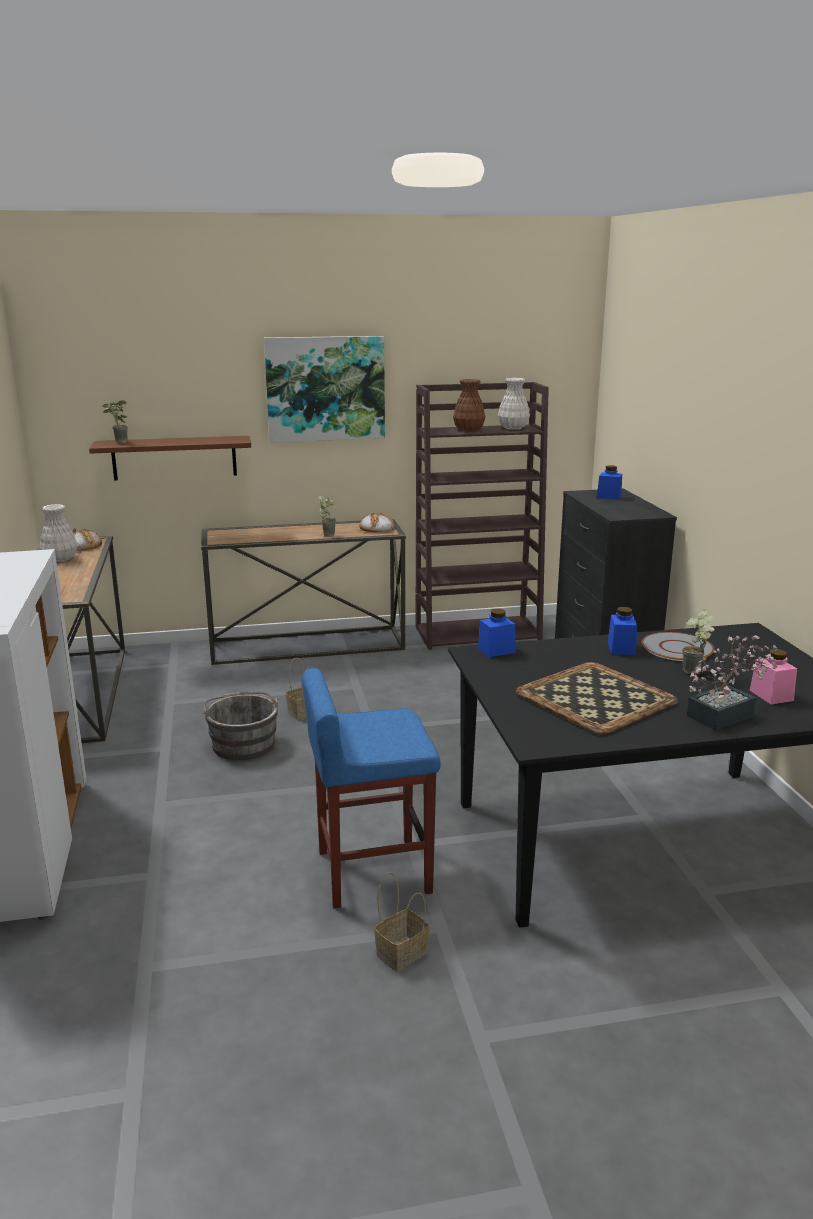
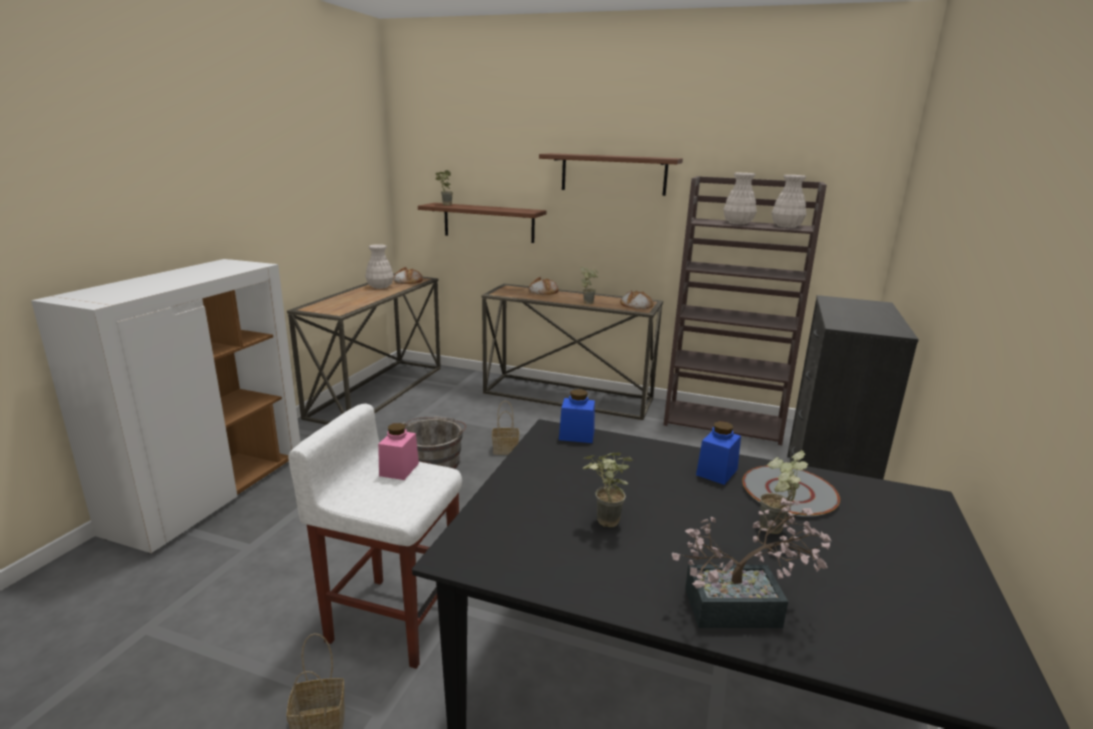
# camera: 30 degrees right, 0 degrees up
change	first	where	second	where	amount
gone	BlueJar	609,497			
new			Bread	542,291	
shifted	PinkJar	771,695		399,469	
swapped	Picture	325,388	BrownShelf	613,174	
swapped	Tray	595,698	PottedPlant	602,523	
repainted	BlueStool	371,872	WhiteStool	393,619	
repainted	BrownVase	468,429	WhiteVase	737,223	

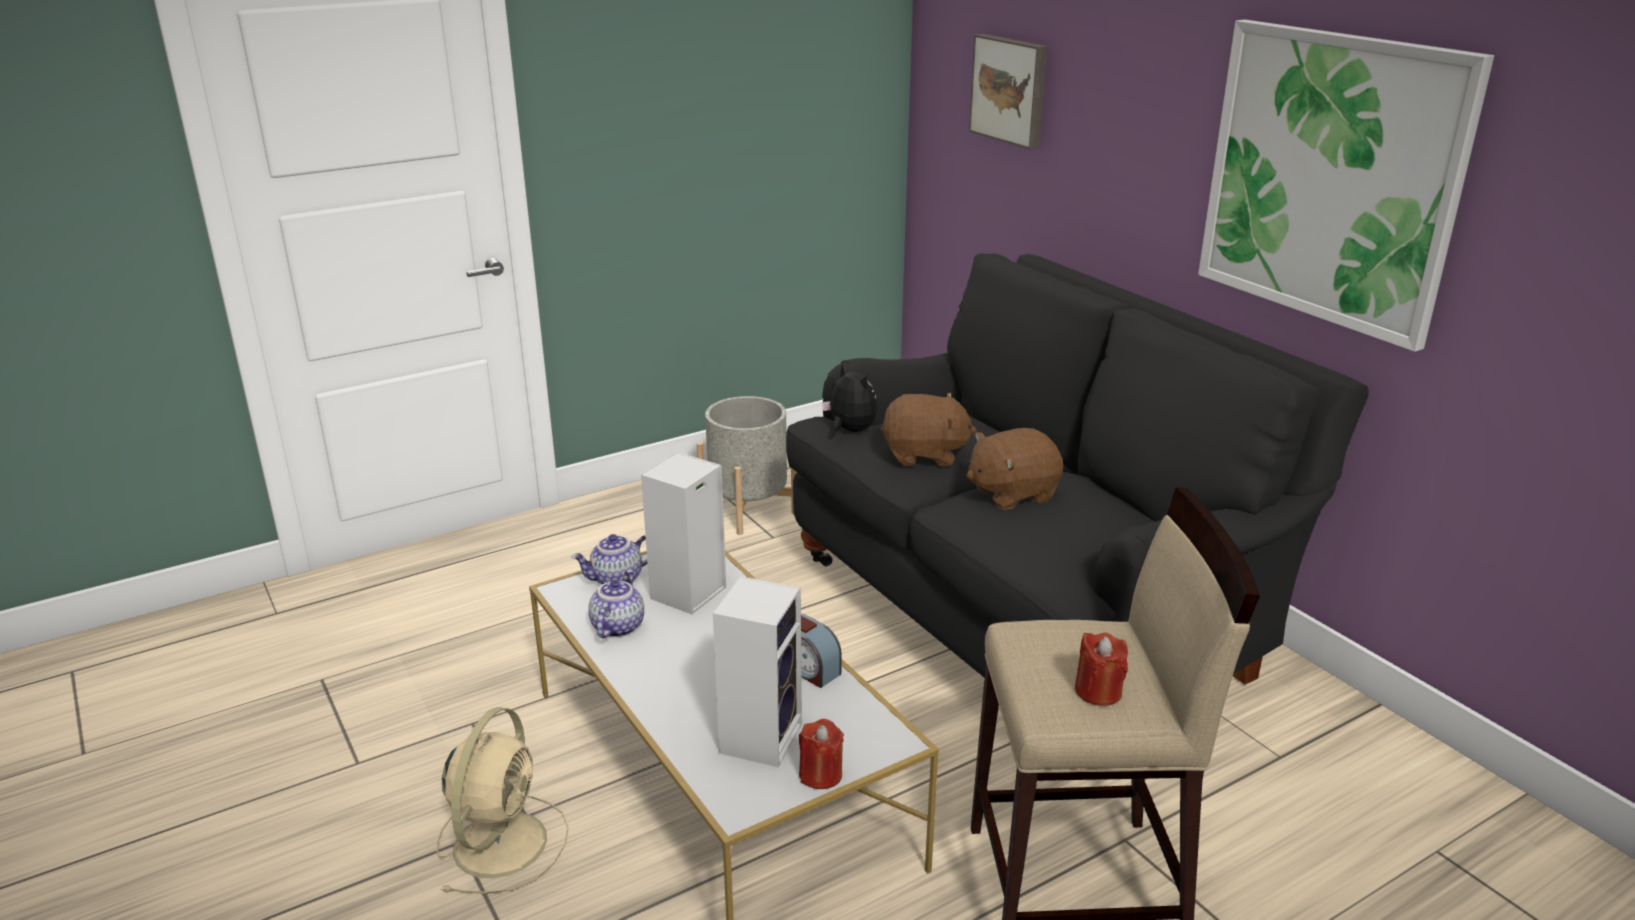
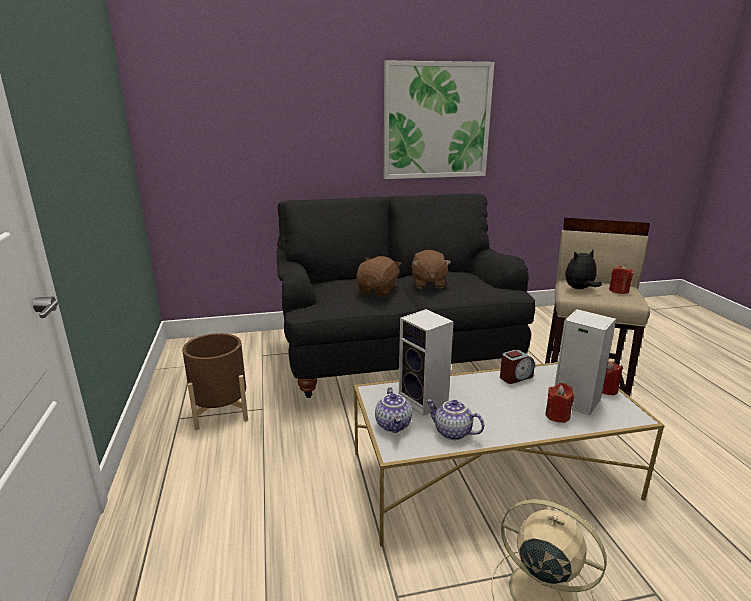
# camera: 70 degrees left, 5 degrees down
change	first	where	second	where	amount
gone	Picture	1011,90			
new			RedCandle	557,415	
shifted	PlushToy	850,430		579,289	
repainted	GreyPlanter	748,510	BrownPlanter	221,411	

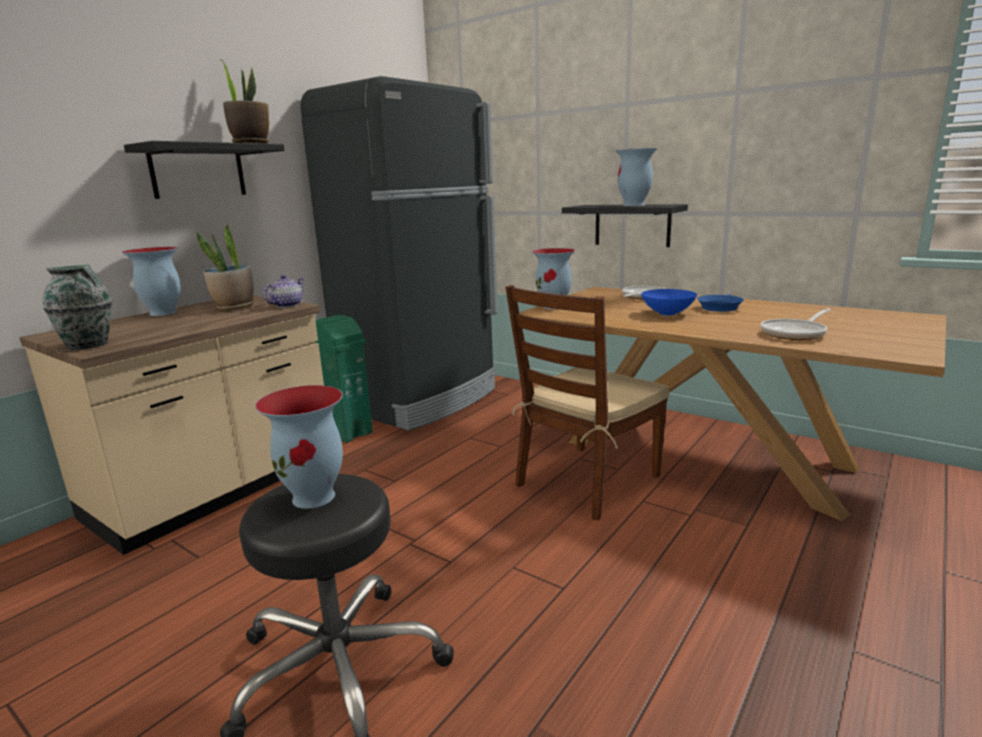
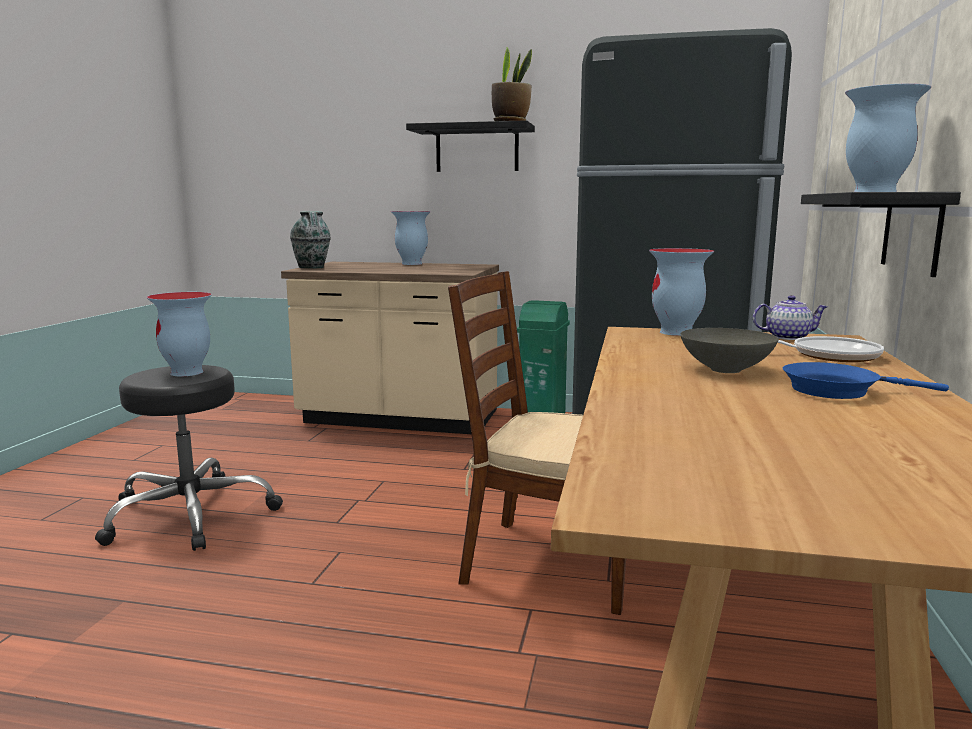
# camera: 65 degrees right, 5 degrees down
change	first	where	second	where	amount
gone	PottedPlant	234,307			
gone	FryingPan	795,333			
shifted	Teapot	286,305		787,337	
repainted	BlueBowl	668,313	GreyBowl	727,370	

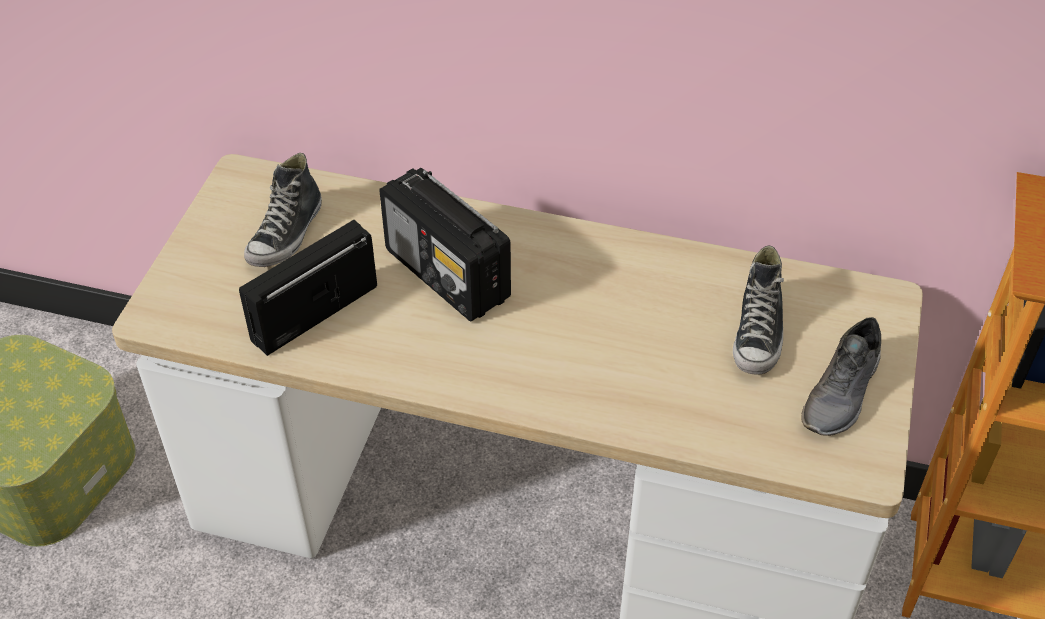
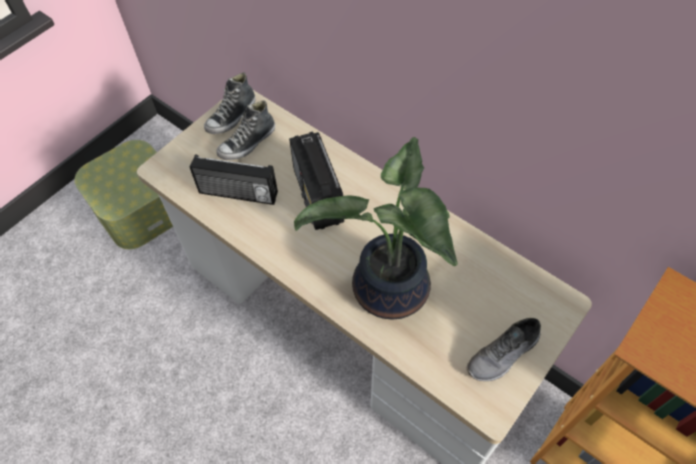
# camera: 25 degrees right, 10 degrees up
change	first	where	second	where	amount
new			PottedPlant	388,292	
shifted	Shoe	758,334		232,116	
rotated	Radio	313,312		238,194	150 degrees counterclockwise

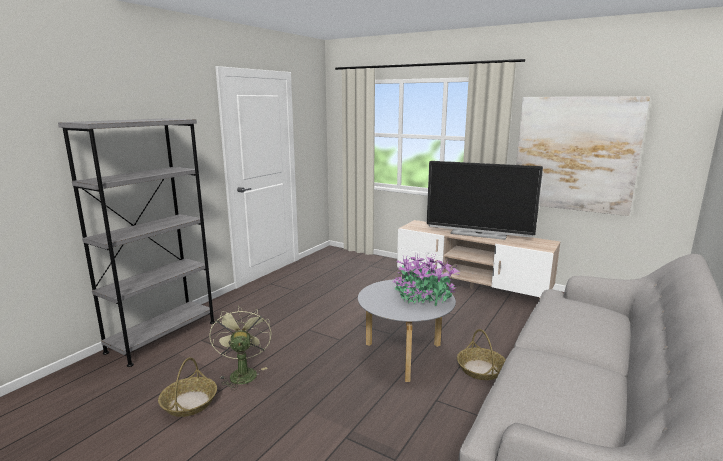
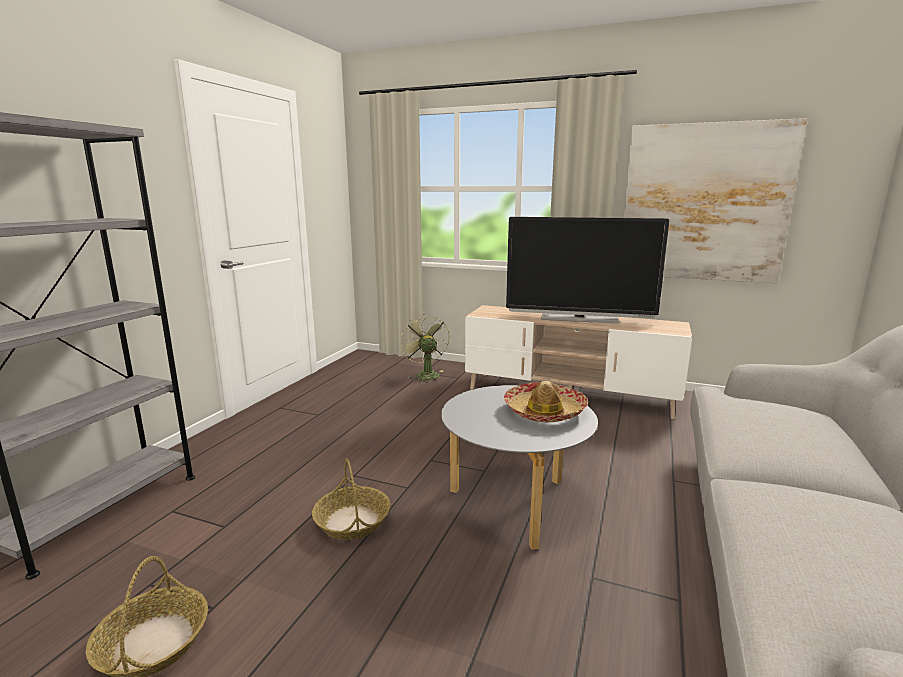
# camera: 10 degrees left, 0 degrees up
change	first	where	second	where	amount
shifted	GreenFan	242,373		425,374	
shifted	Basket	481,369		352,521	
swapped	PottedPlant	423,297	Hat	544,411	

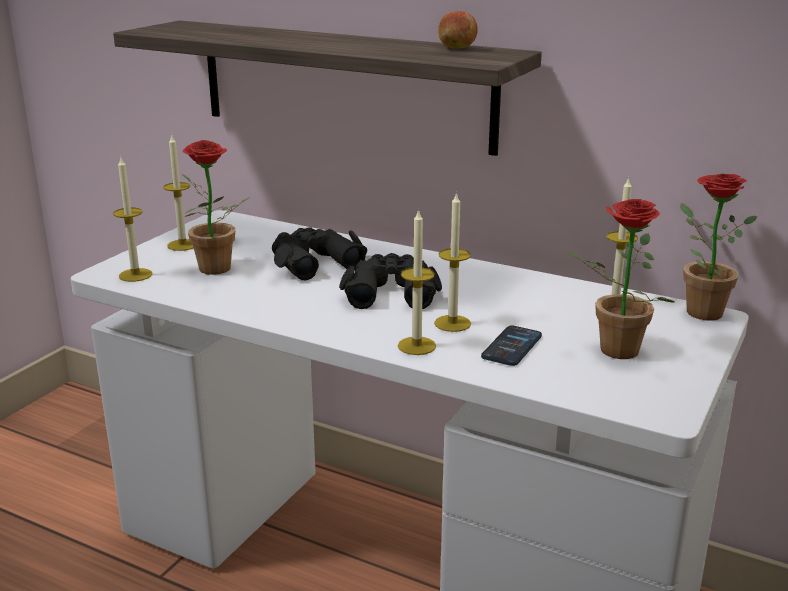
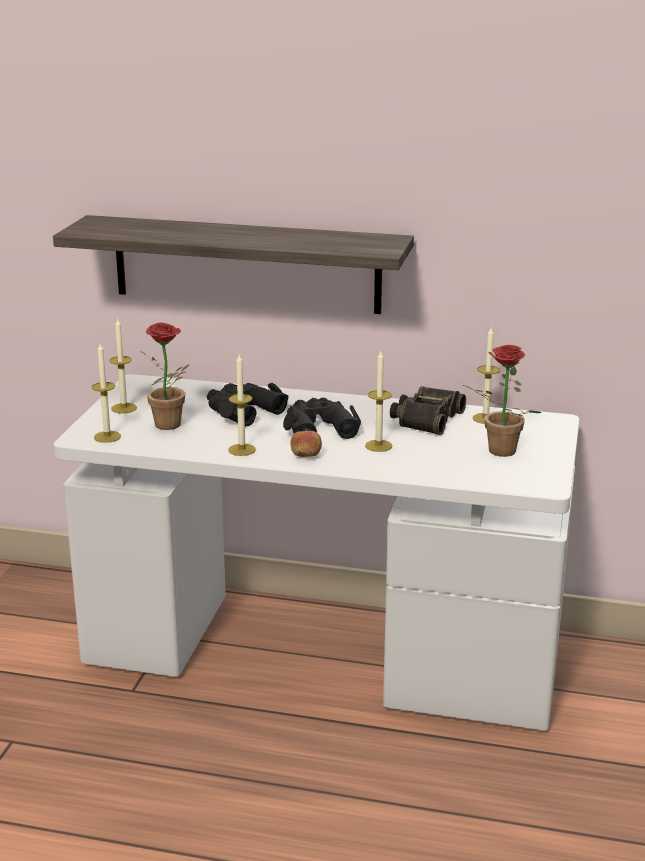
# camera: 15 degrees left, 0 degrees up
change	first	where	second	where	amount
gone	Phone	512,347			
gone	PottedPlant	697,310			
new			Binoculars	426,418	
shifted	Candle	416,346		242,450	
shifted	Apple	457,48		306,457	

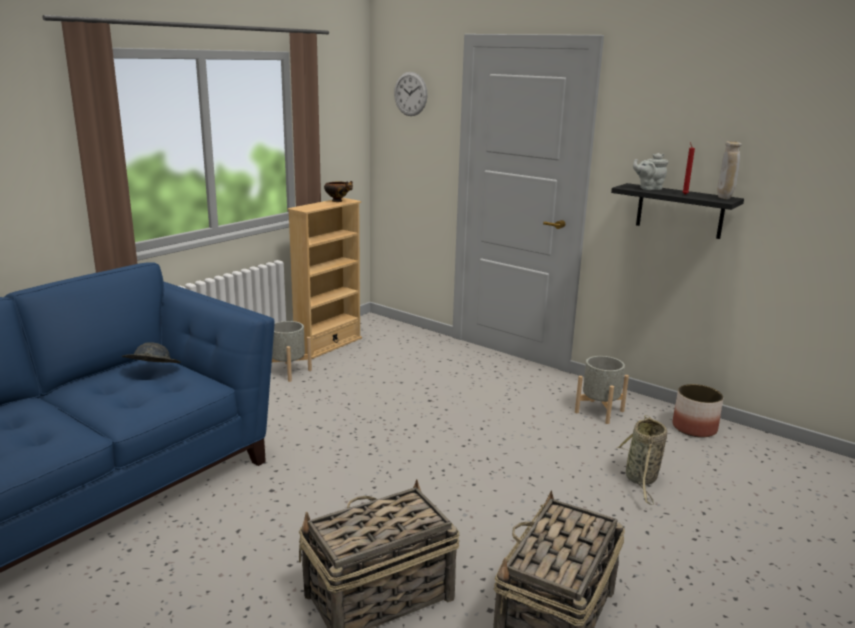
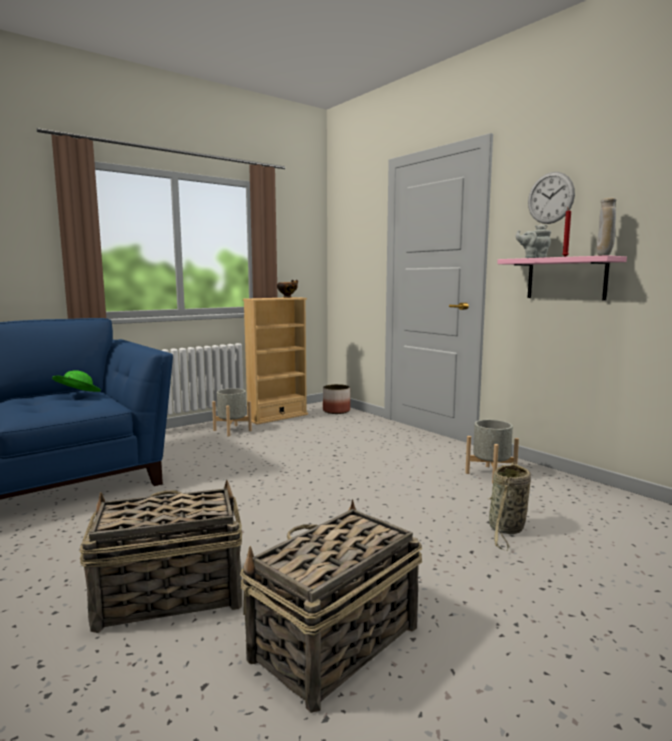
# camera: 15 degrees right, 10 degrees down
change	first	where	second	where	amount
shifted	WallClock	410,94		550,198	
shifted	Planter	694,428		336,411	
repainted	GreyHat	152,371	GreenHat	77,395	
repainted	BlackShelf	679,211	PinkShelf	566,278	

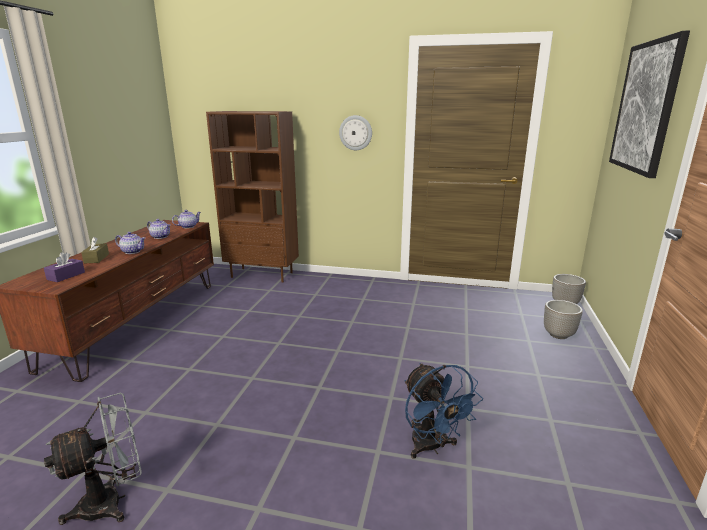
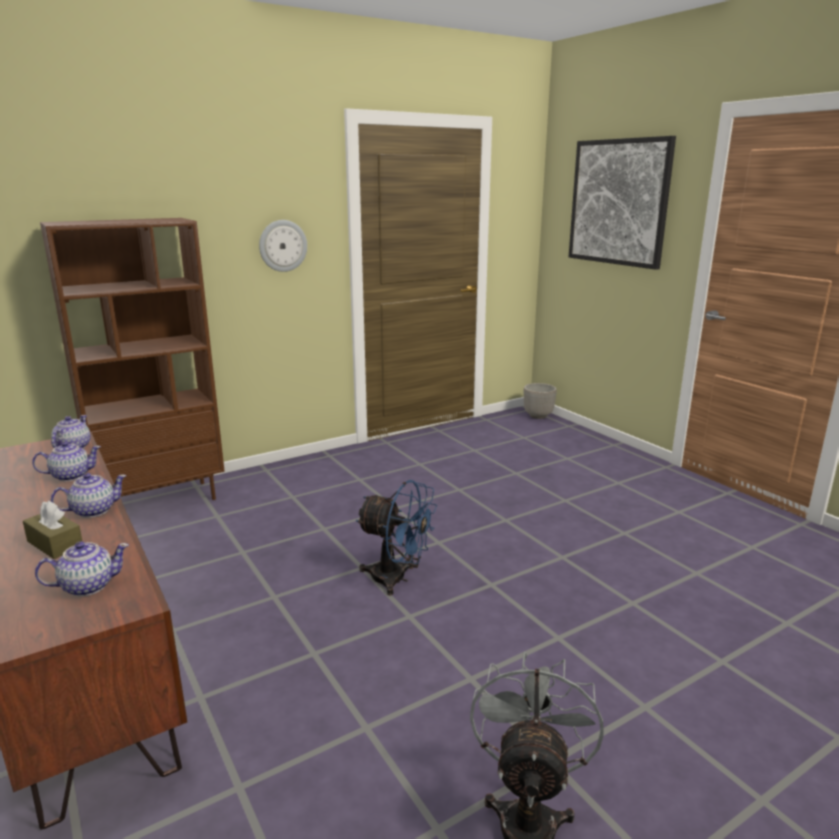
# camera: 45 degrees left, 0 degrees up
change	first	where	second	where	amount
gone	Planter	559,335			
shifted	BlueFan	432,447		397,579	
swapped	PurpleTissueBox	66,276	Teapot	87,586	

